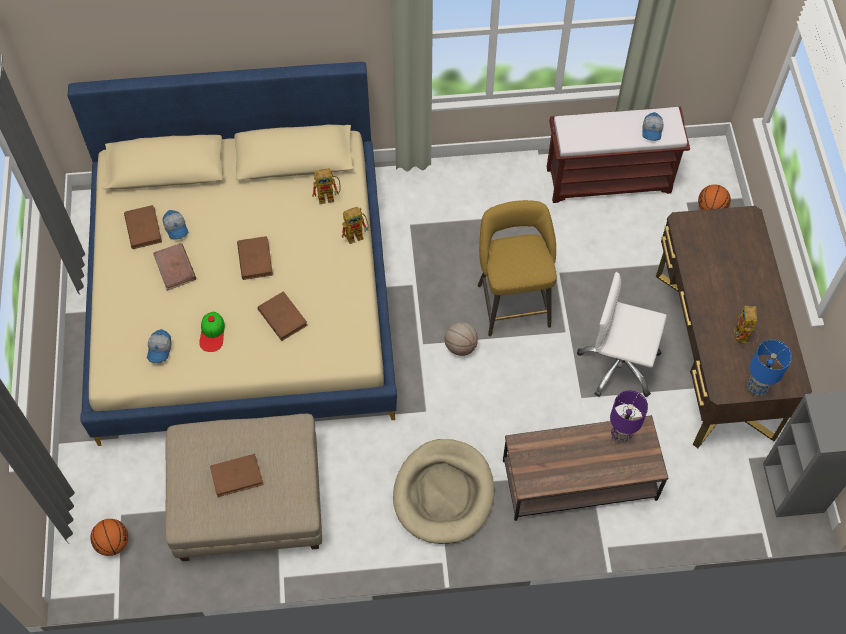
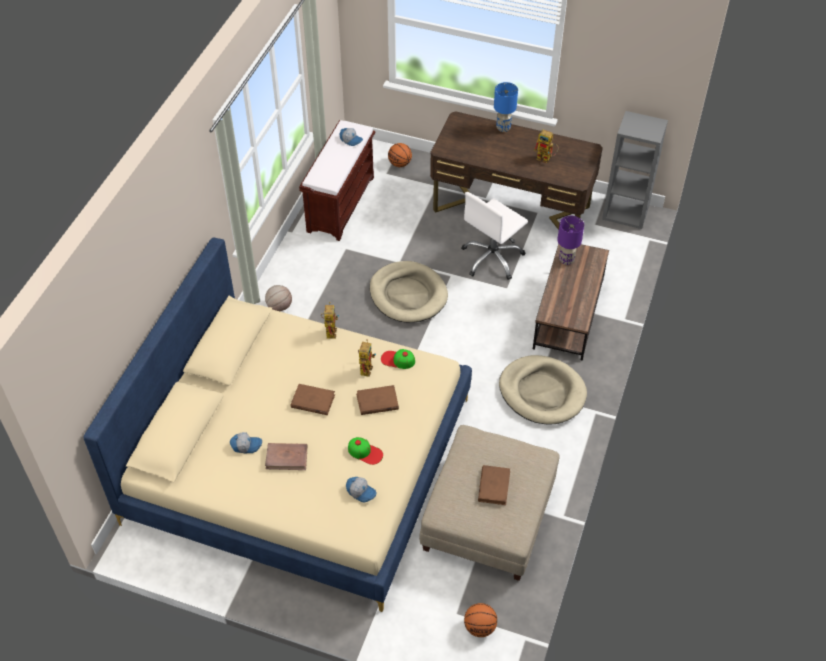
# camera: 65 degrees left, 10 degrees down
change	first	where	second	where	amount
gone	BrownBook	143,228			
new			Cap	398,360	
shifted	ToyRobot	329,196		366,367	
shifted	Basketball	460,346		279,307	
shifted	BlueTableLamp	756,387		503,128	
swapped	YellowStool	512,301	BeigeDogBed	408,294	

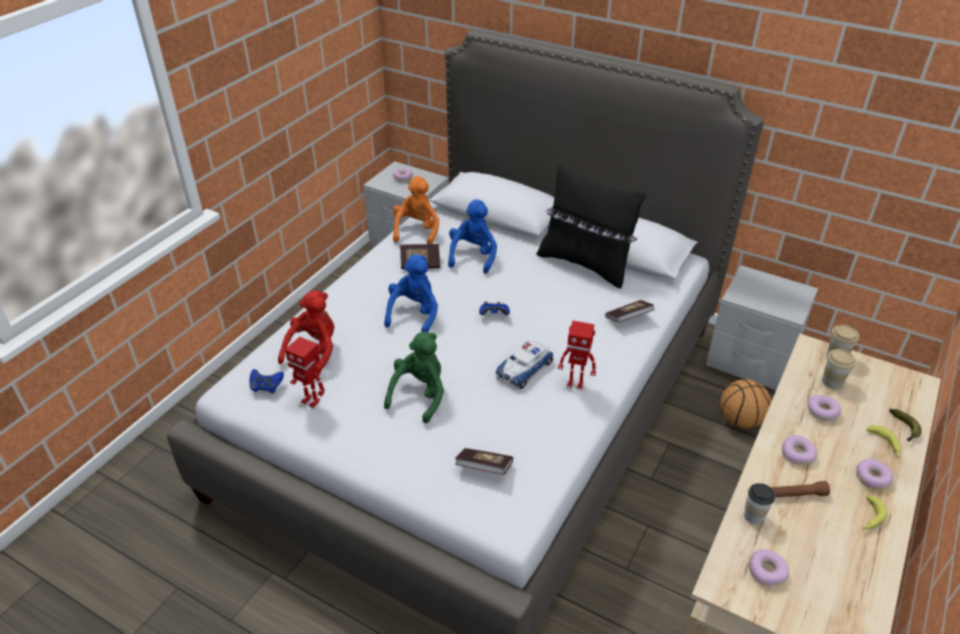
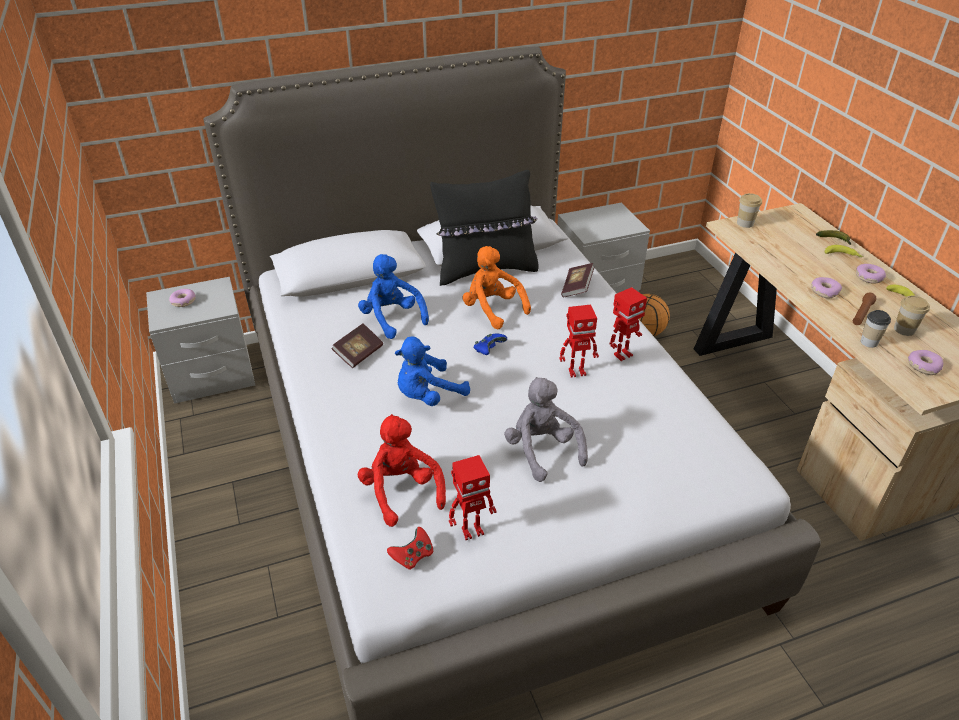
# camera: 50 degrees left, 0 degrees up
change	first	where	second	where	amount
gone	Book	484,468			
gone	Donut	822,412			
shifted	OrangePlushToy	417,231		492,309	
shifted	Cup	832,382		904,329	
swapped	ToyCar	524,369	ToyRobot	576,371	
repainted	BlueGameController	266,387	RedGameController	412,556	
repainted	GreenPlushToy	419,395	GreyPlushToy	542,450	
rotated	BluePlushToy	414,314		428,395	90 degrees counterclockwise

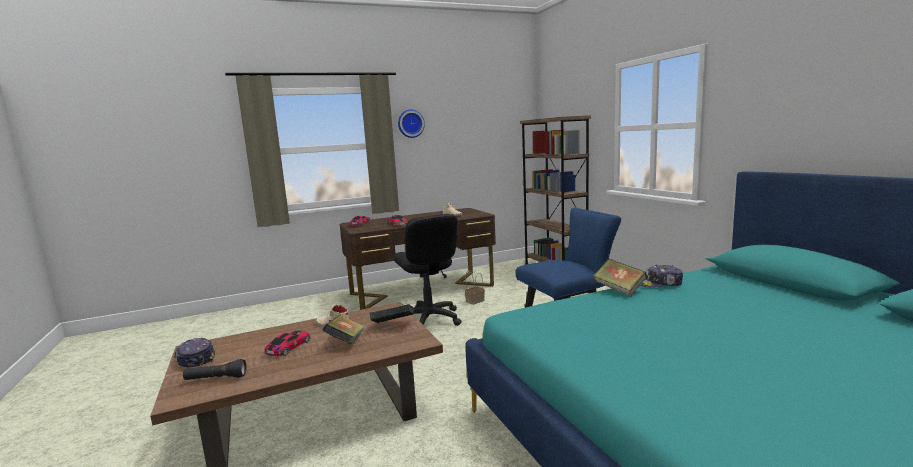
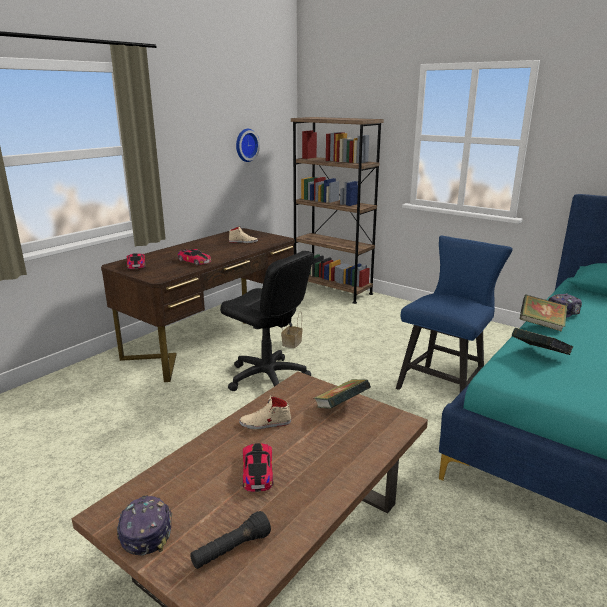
# camera: 30 degrees left, 10 degrees up
change	first	where	second	where	amount
shifted	Book	346,342		539,355	
shifted	WallClock	410,123		245,145	
rotated	Cap	195,359		146,530	60 degrees clockwise

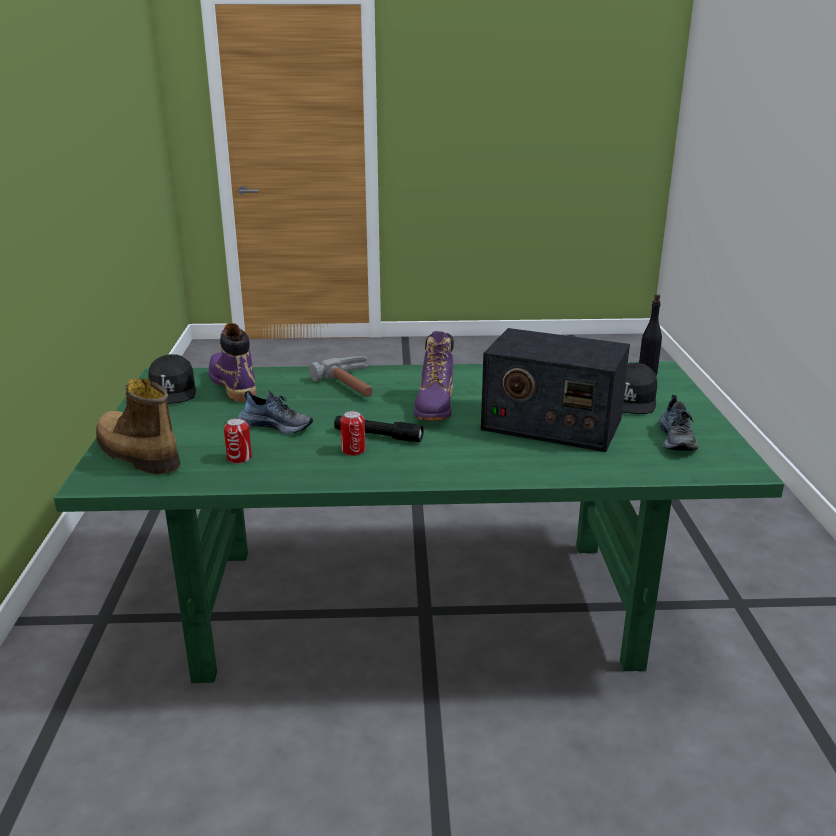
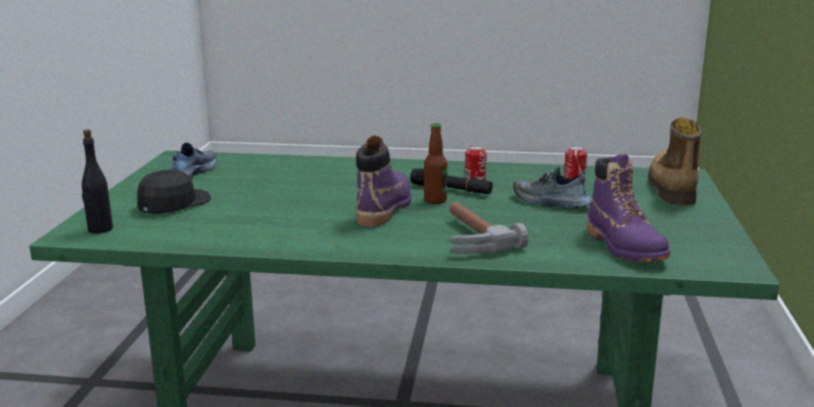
# camera: 170 degrees left, 5 degrees down
change	first	where	second	where	amount
gone	BlackCap	171,391			
gone	Radio	550,424			
new			Bottle	435,200	
rotated	Boot	136,454		670,188	135 degrees counterclockwise

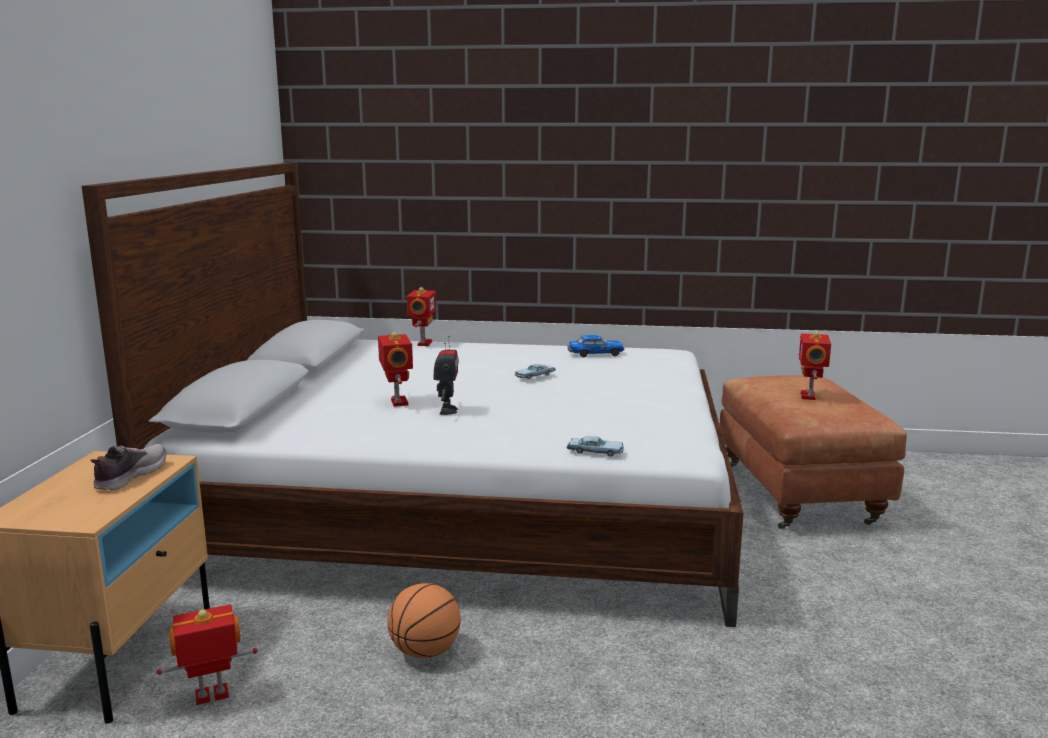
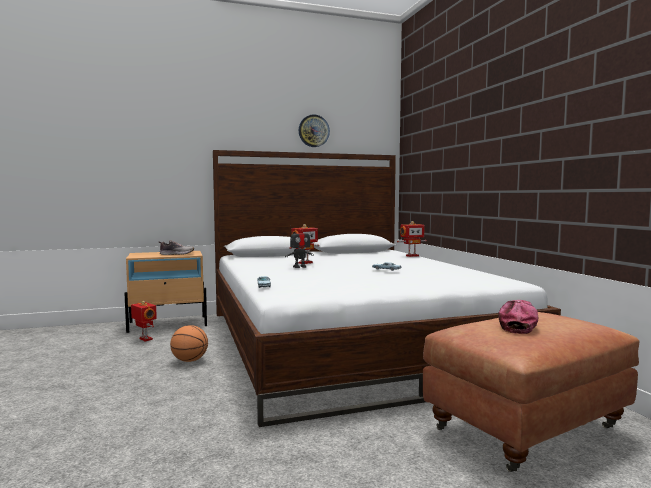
# camera: 65 degrees right, 10 degrees down
change	first	where	second	where	amount
gone	ToyCar	595,354			
new			WallClock	313,131	
swapped	ToyRobot	809,396	Cap	517,325	

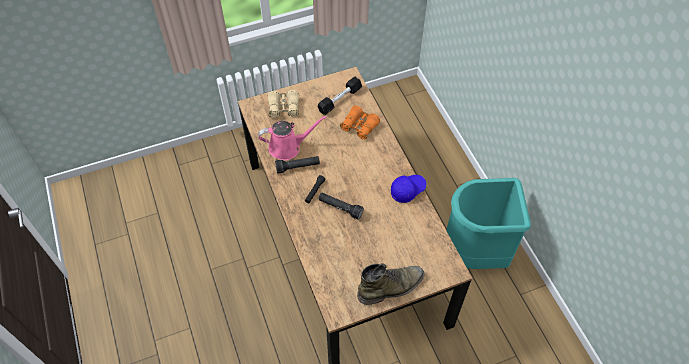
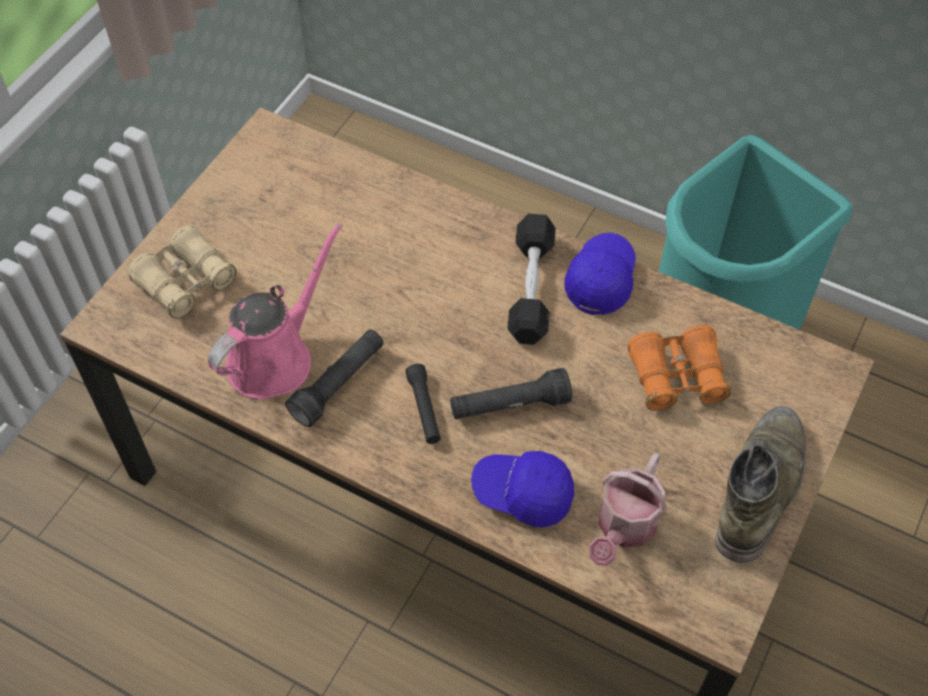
# camera: 40 degrees left, 0 degrees up
change	first	where	second	where	amount
new			BlueCap	523,494	
new			WateringCan	623,528	
shifted	BlackDumbbell	340,100		531,288	
shifted	OrangeBinoculars	359,126		676,377	

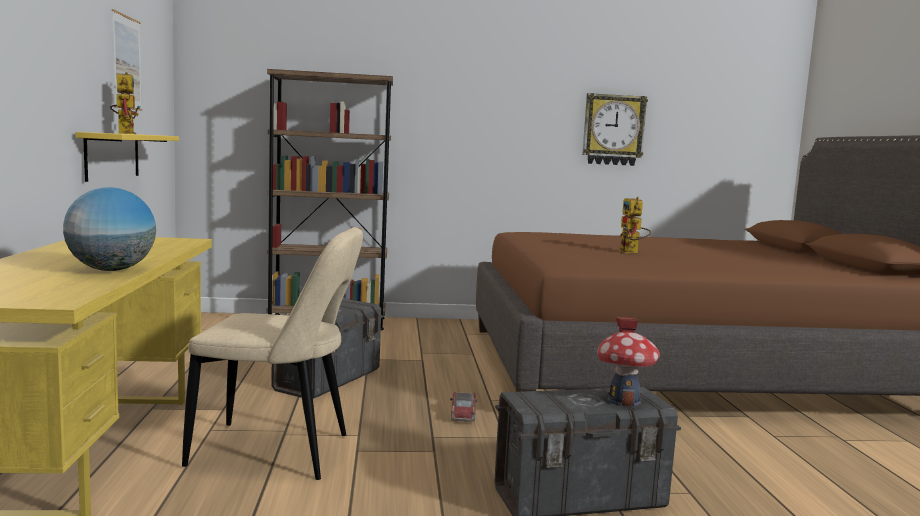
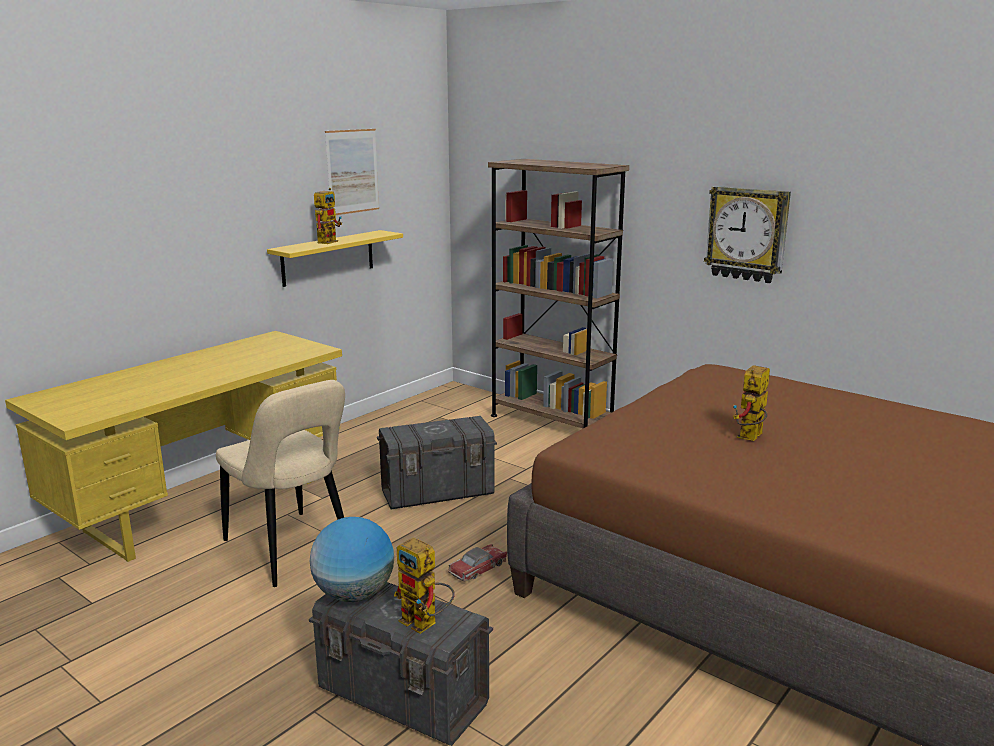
# camera: 45 degrees right, 10 degrees up
change	first	where	second	where	amount
shifted	Globe	112,270		354,595	
shifted	WallClock	613,130		747,234	
swapped	ToyHouse	624,400	ToyRobot	425,623	

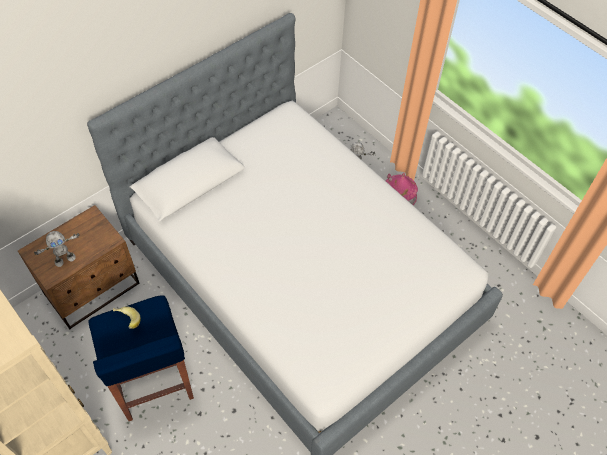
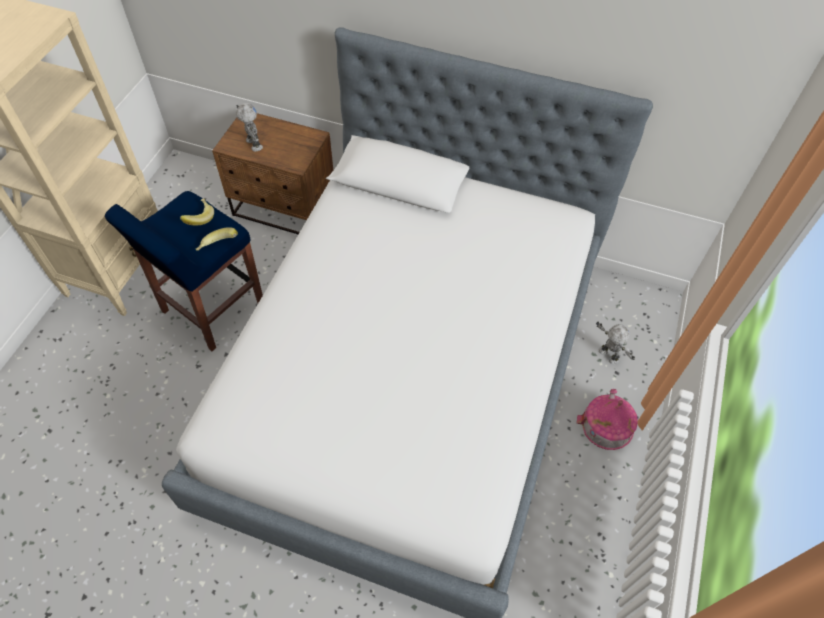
# camera: 60 degrees right, 0 degrees up
change	first	where	second	where	amount
new			Banana	218,247	
rotated	ToyRobot	64,259		253,144	150 degrees counterclockwise

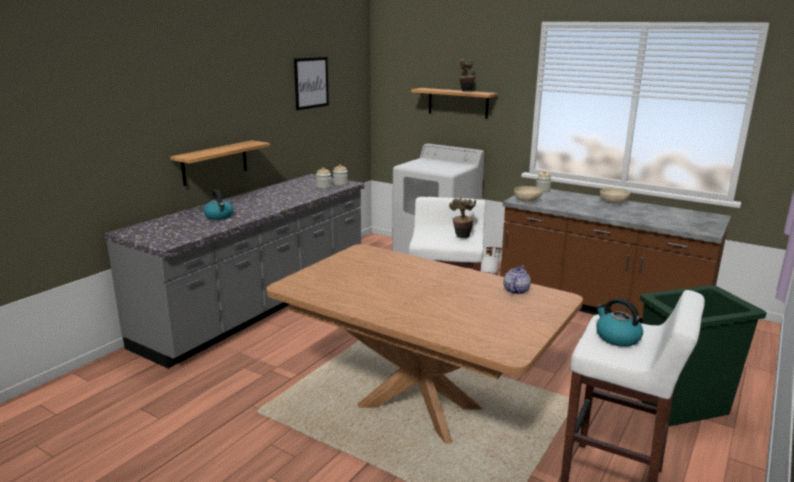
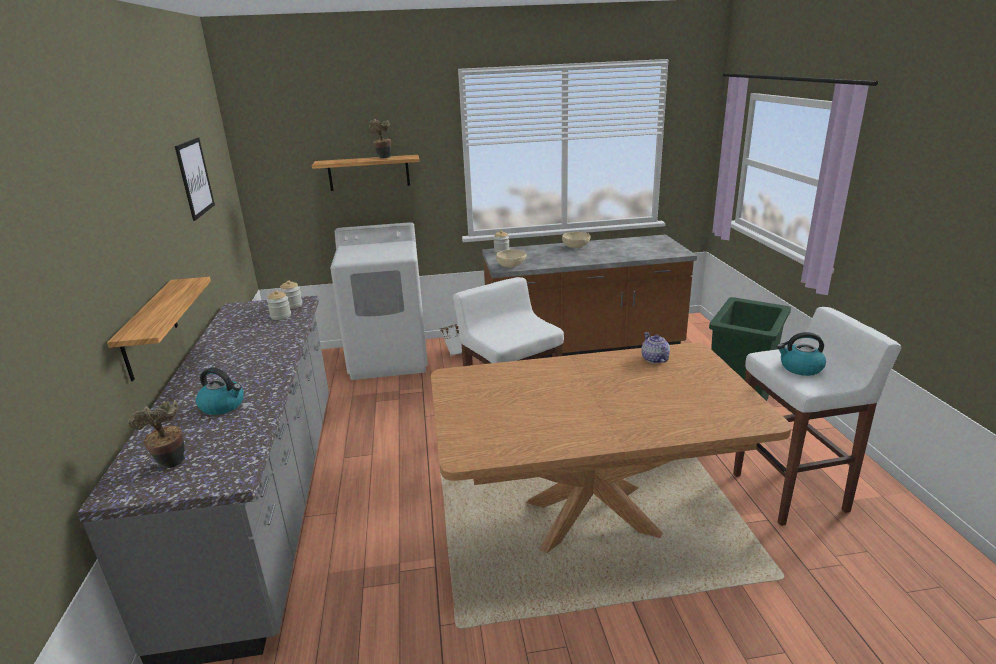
# camera: 40 degrees left, 5 degrees up
change	first	where	second	where	amount
shifted	PottedPlant	461,237		171,465	

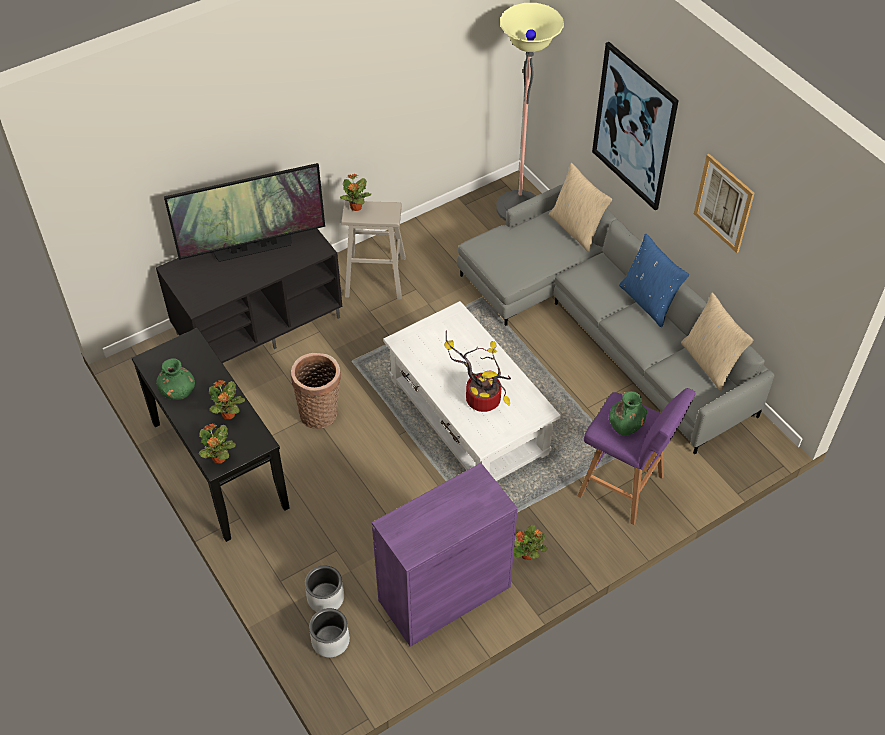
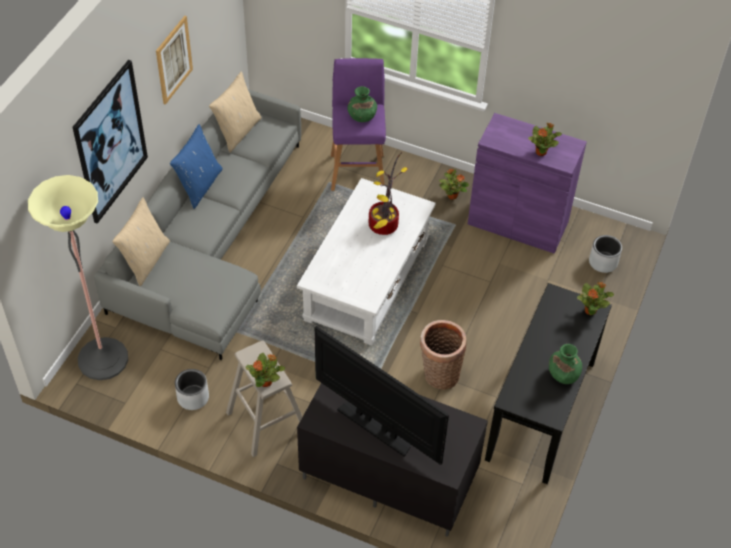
# camera: 125 degrees left, 0 degrees up
change	first	where	second	where	amount
shifted	PottedPlant	228,415		541,152	
shifted	GreyPlanter	326,597		192,397	

